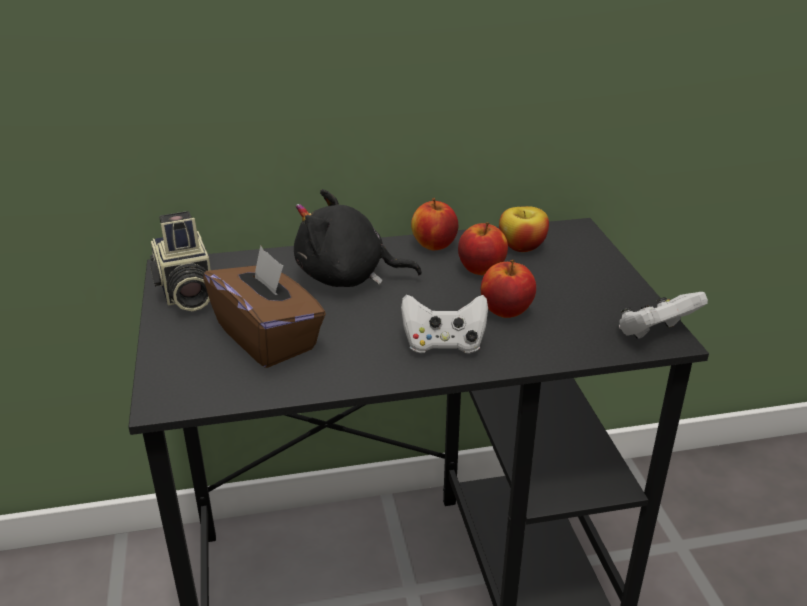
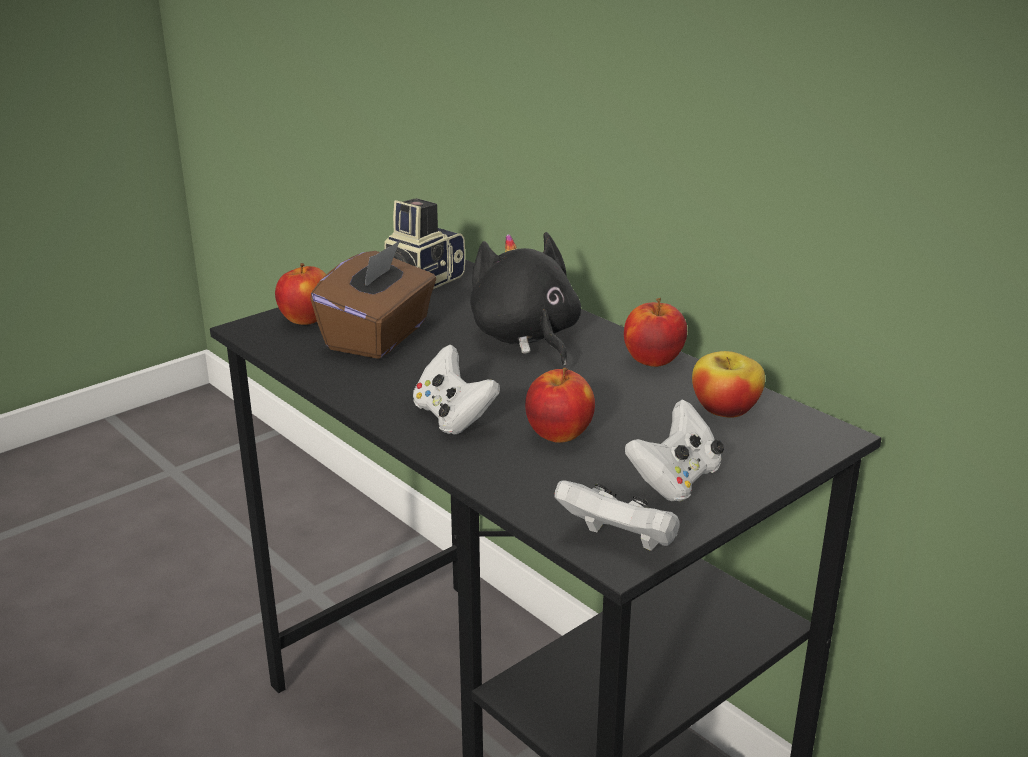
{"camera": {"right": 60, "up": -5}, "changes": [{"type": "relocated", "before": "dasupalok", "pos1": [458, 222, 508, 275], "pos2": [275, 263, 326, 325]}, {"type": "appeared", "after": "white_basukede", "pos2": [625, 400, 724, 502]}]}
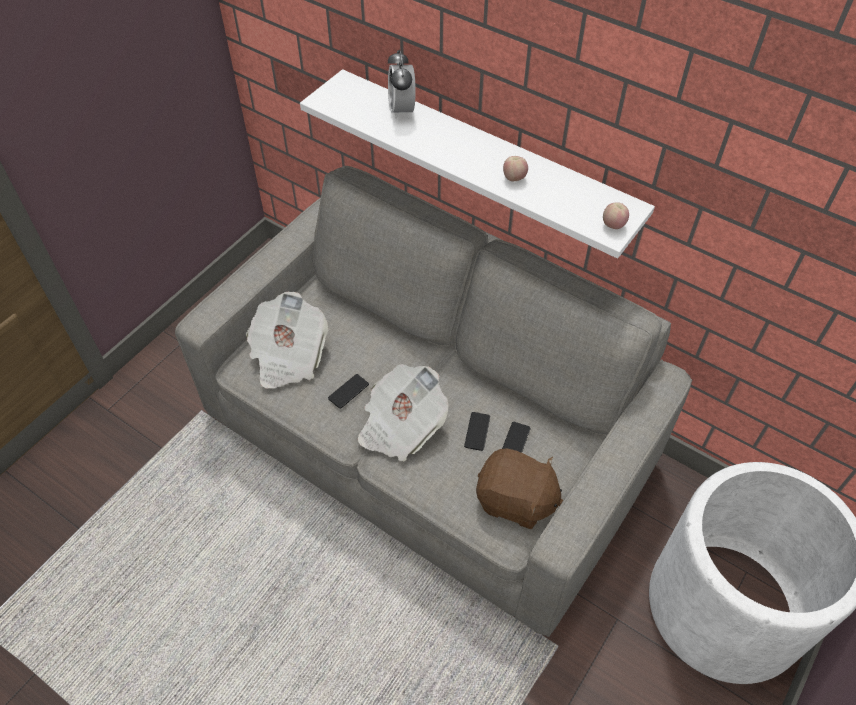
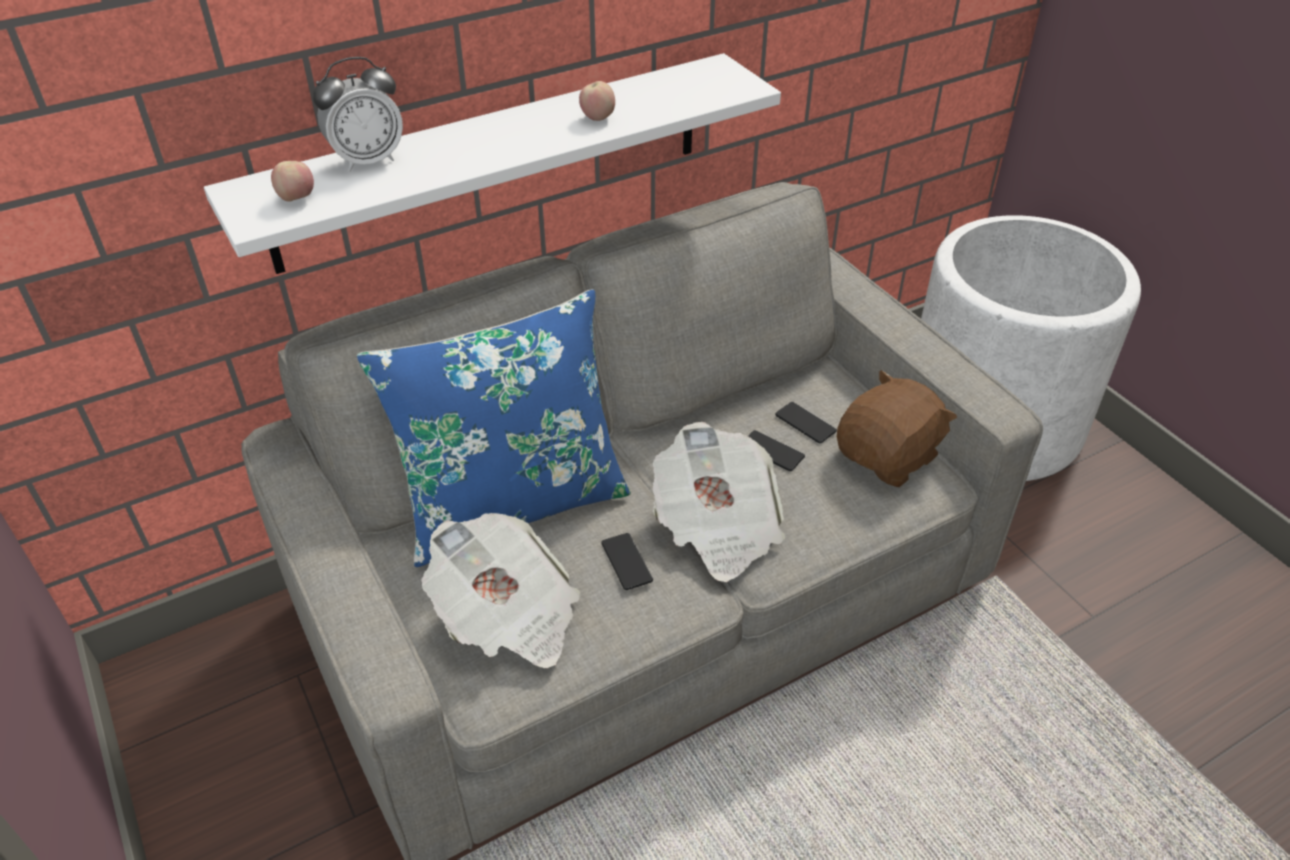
{"camera": {"right": -65, "up": -10}, "changes": [{"type": "spun", "before": "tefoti", "pos1": [388, 50, 416, 119], "pos2": [313, 57, 403, 172], "turn": -45}, {"type": "relocated", "before": "dasupalok", "pos1": [603, 202, 629, 229], "pos2": [271, 161, 314, 202]}, {"type": "appeared", "after": "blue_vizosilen", "pos2": [357, 289, 631, 567]}]}
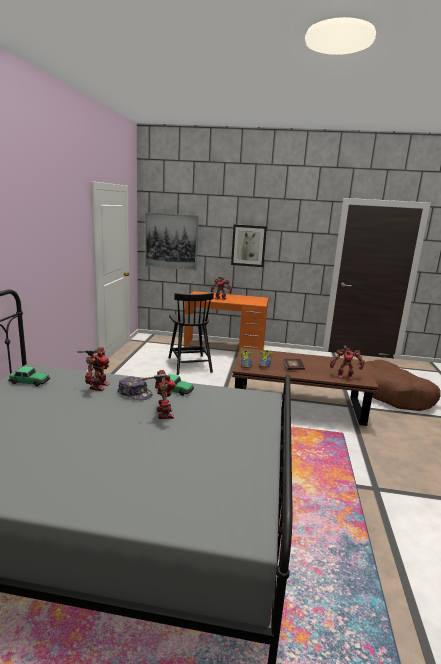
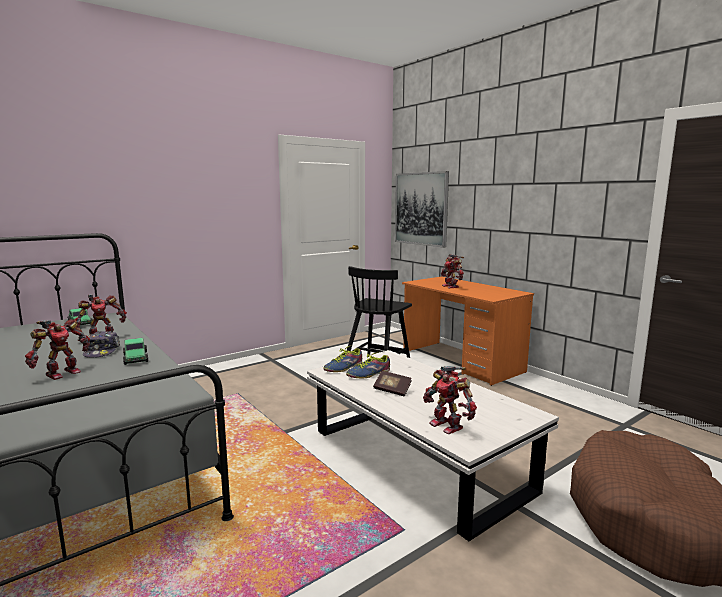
{"camera": {"right": 45, "up": -5}, "changes": [{"type": "missing", "before": "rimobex", "pos1": [231, 224, 267, 267]}, {"type": "colour", "before": "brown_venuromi", "after": "white_venuromi", "pos1": [232, 348, 379, 426], "pos2": [307, 350, 559, 541]}]}
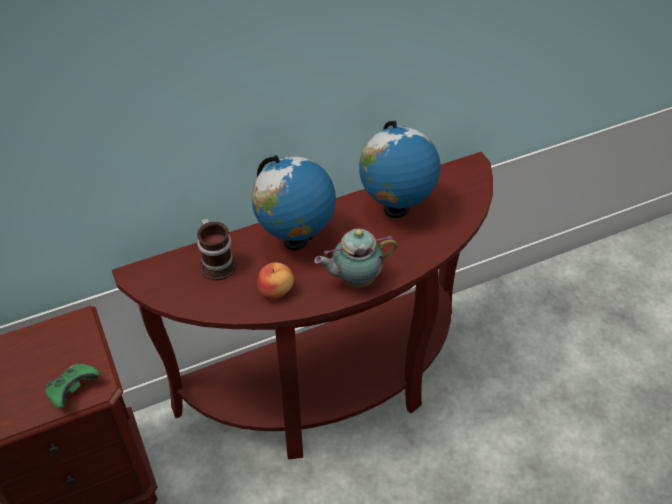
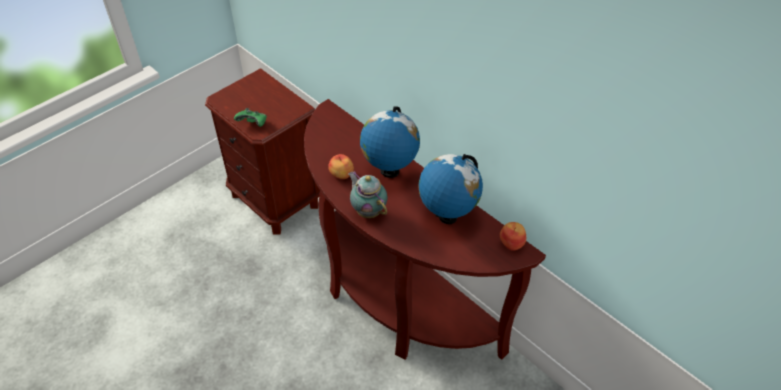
{"camera": {"right": 70, "up": 0}, "changes": [{"type": "missing", "before": "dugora", "pos1": [197, 218, 237, 280]}, {"type": "appeared", "after": "dasupalok", "pos2": [500, 222, 526, 251]}]}
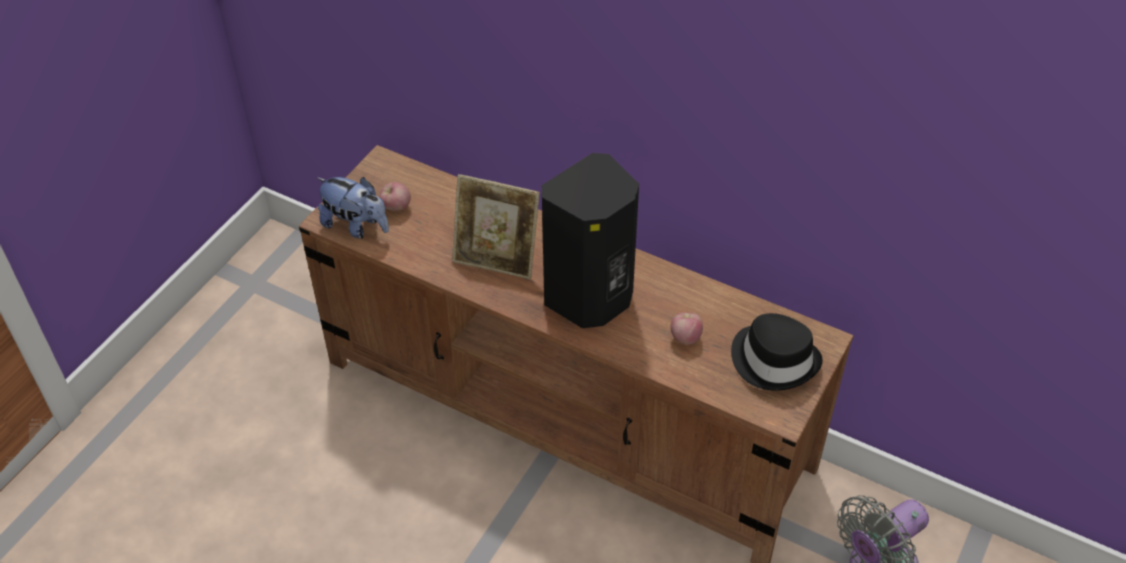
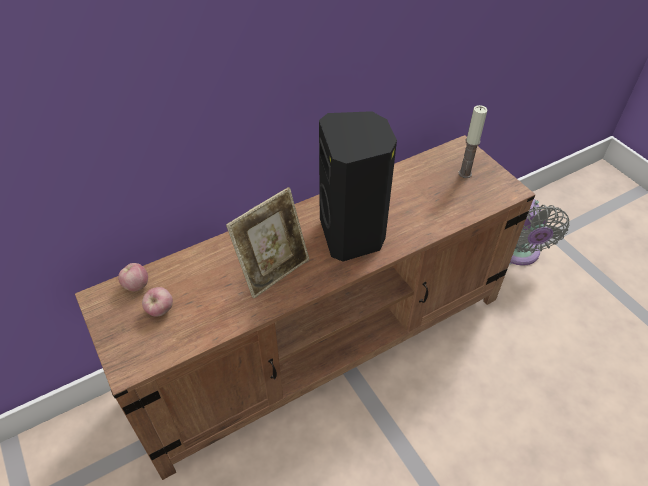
{"camera": {"right": -60, "up": 0}, "changes": [{"type": "missing", "before": "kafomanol", "pos1": [316, 177, 389, 239]}, {"type": "relocated", "before": "dasupalok", "pos1": [670, 313, 703, 345], "pos2": [118, 263, 148, 292]}, {"type": "exchanged", "before": "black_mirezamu", "after": "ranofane", "pos1": [731, 313, 823, 391], "pos2": [458, 105, 488, 178]}]}
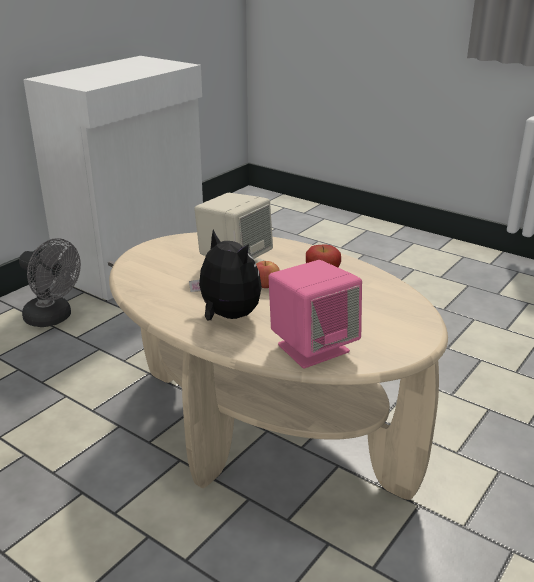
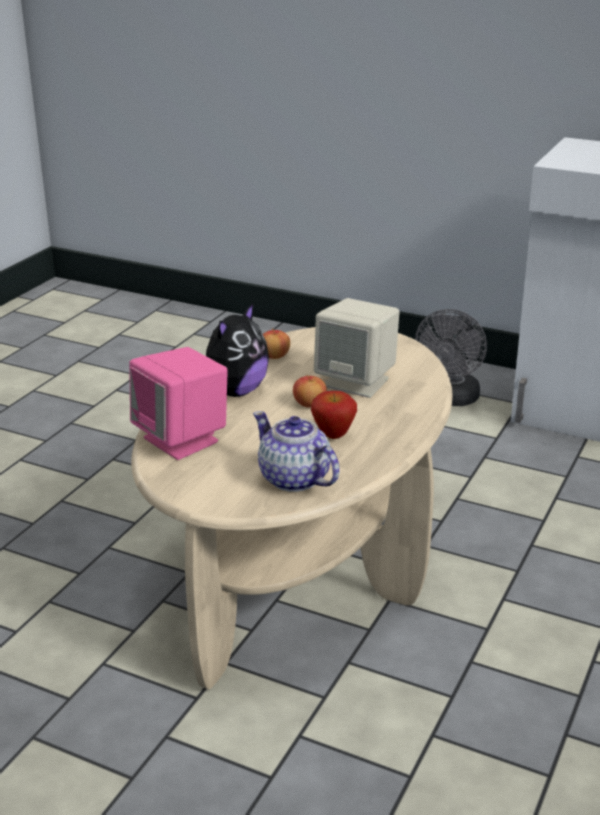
{"camera": {"right": 80, "up": 0}, "changes": [{"type": "appeared", "after": "dasupalok", "pos2": [263, 328, 290, 359]}, {"type": "appeared", "after": "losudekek", "pos2": [253, 411, 340, 492]}]}
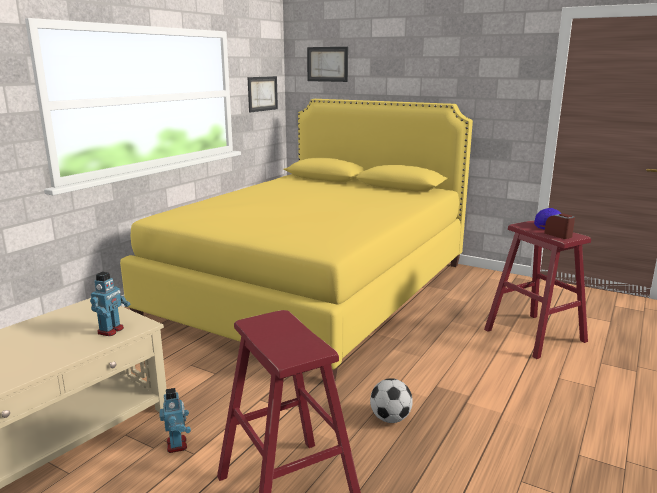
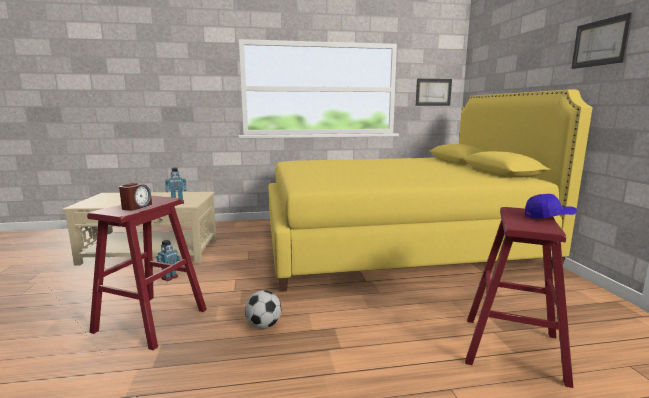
{"camera": {"right": 50, "up": -5}, "changes": [{"type": "relocated", "before": "rimobex", "pos1": [307, 47, 348, 82], "pos2": [571, 12, 633, 69]}, {"type": "relocated", "before": "tefoti", "pos1": [544, 214, 575, 239], "pos2": [119, 183, 152, 211]}]}
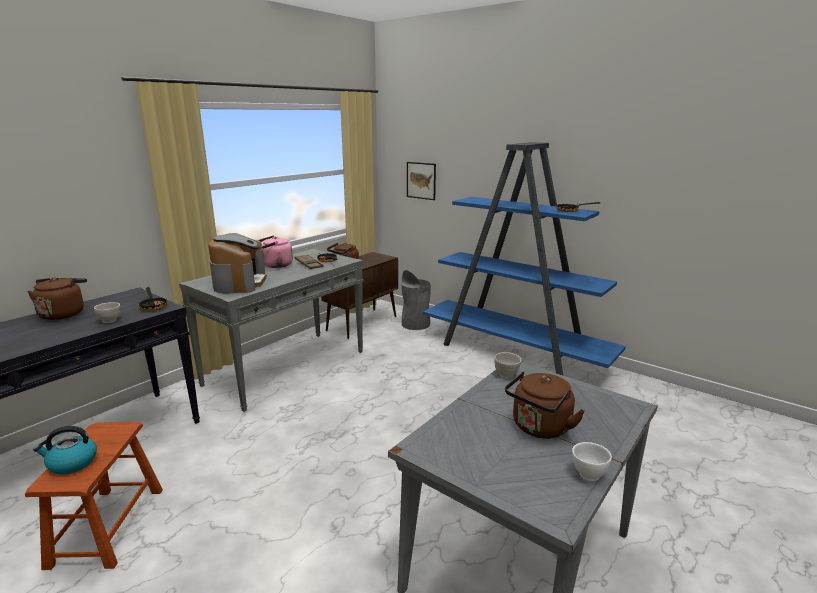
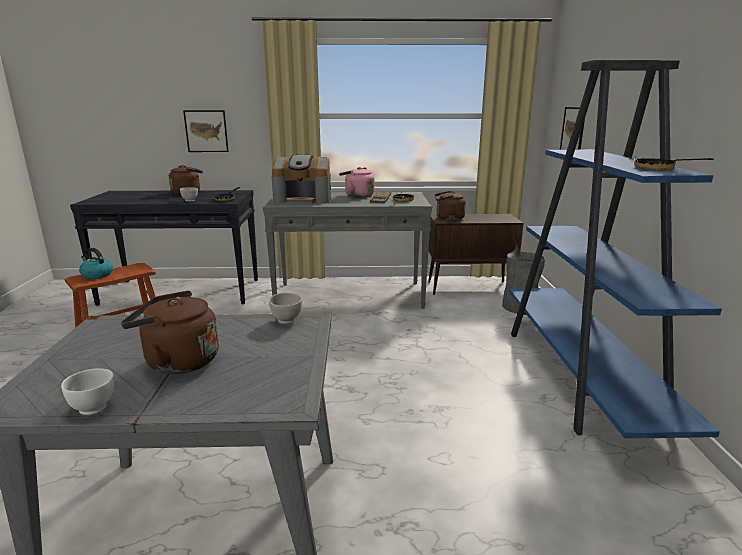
{"camera": {"right": 50, "up": 0}, "changes": [{"type": "spun", "before": "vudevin", "pos1": [208, 233, 267, 293], "pos2": [272, 155, 331, 204], "turn": 45}, {"type": "appeared", "after": "rimobex", "pos2": [183, 110, 229, 152]}]}
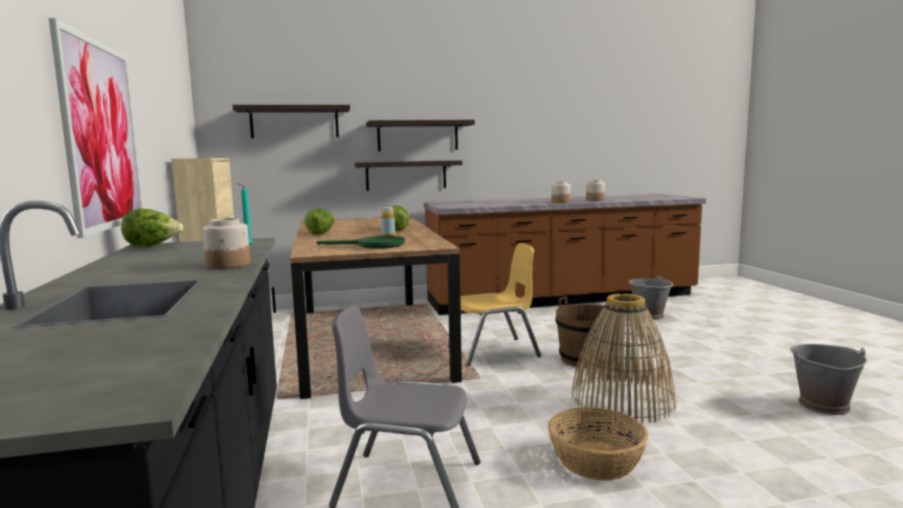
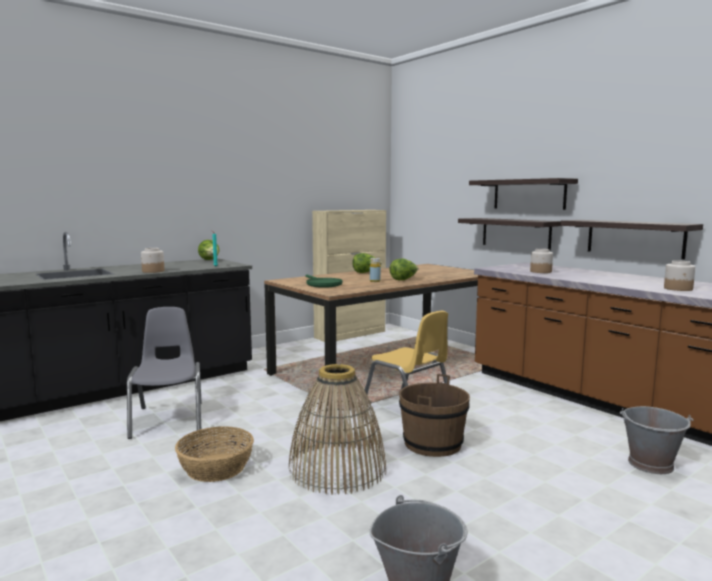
{"camera": {"right": 65, "up": 0}, "changes": [{"type": "missing", "before": "rimobex", "pos1": [49, 18, 143, 238]}, {"type": "relocated", "before": "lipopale", "pos1": [233, 105, 350, 138], "pos2": [561, 220, 703, 259]}, {"type": "relocated", "before": "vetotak", "pos1": [551, 181, 571, 203], "pos2": [530, 249, 553, 273]}]}
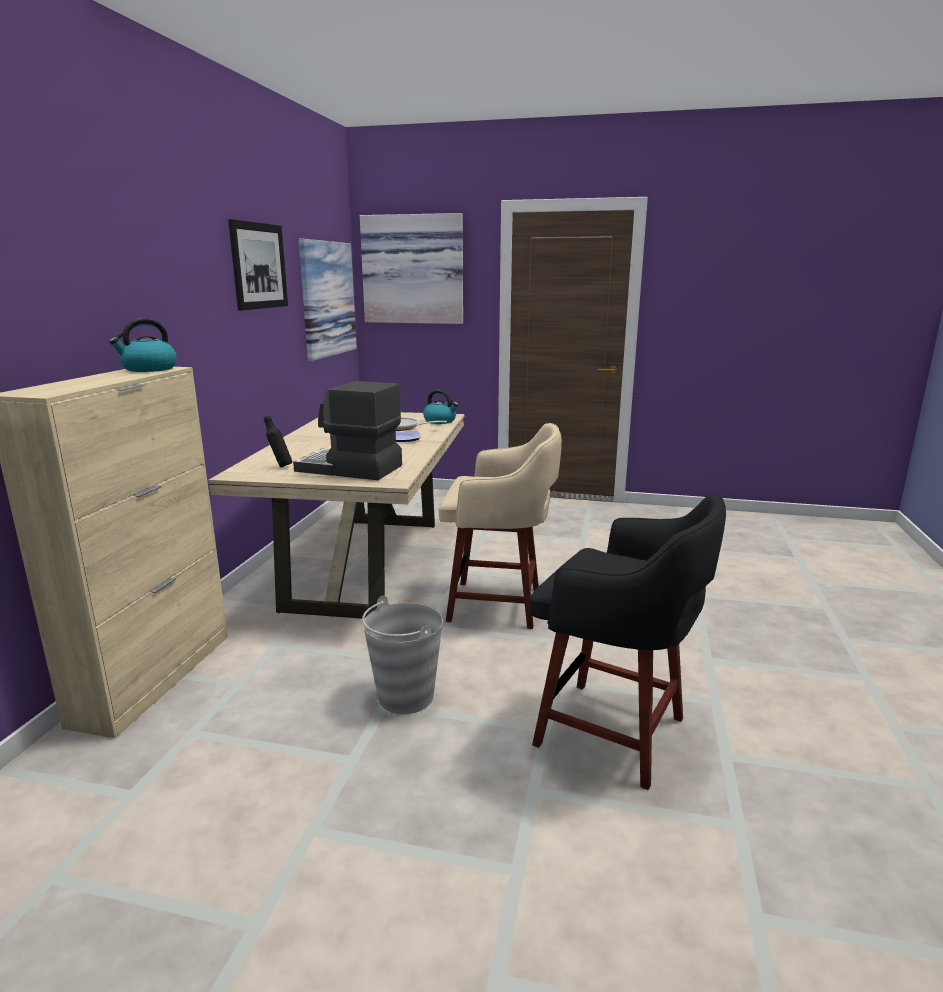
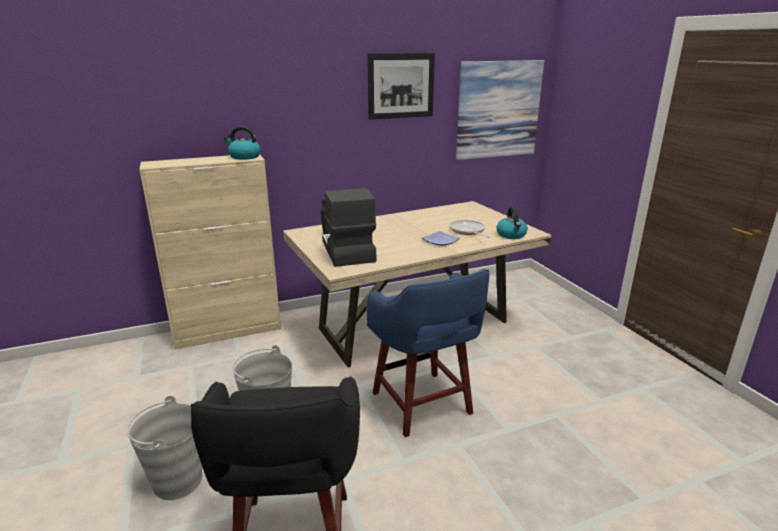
{"camera": {"right": 55, "up": 5}, "changes": [{"type": "missing", "before": "rimobex", "pos1": [360, 213, 463, 324]}, {"type": "colour", "before": "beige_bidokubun", "after": "blue_bidokubun", "pos1": [439, 423, 562, 629], "pos2": [367, 269, 490, 437]}, {"type": "appeared", "after": "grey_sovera", "pos2": [127, 396, 202, 500]}]}
